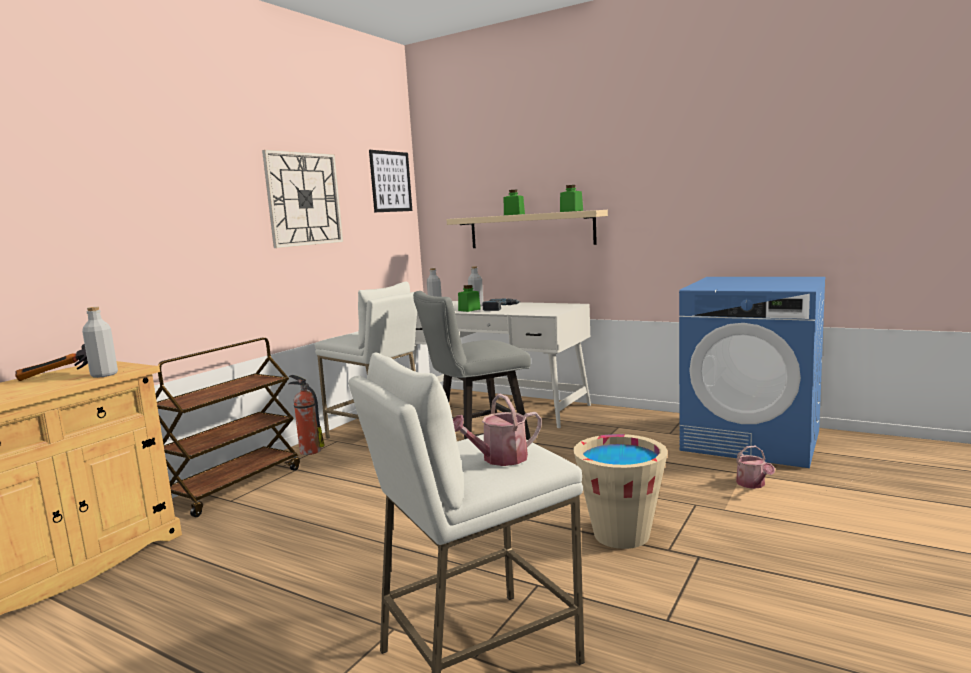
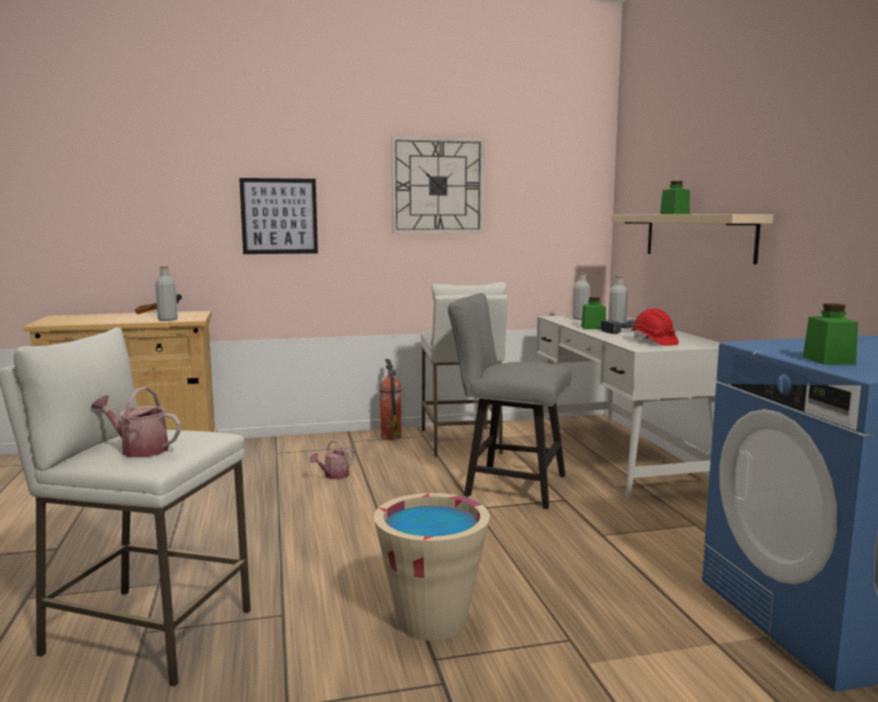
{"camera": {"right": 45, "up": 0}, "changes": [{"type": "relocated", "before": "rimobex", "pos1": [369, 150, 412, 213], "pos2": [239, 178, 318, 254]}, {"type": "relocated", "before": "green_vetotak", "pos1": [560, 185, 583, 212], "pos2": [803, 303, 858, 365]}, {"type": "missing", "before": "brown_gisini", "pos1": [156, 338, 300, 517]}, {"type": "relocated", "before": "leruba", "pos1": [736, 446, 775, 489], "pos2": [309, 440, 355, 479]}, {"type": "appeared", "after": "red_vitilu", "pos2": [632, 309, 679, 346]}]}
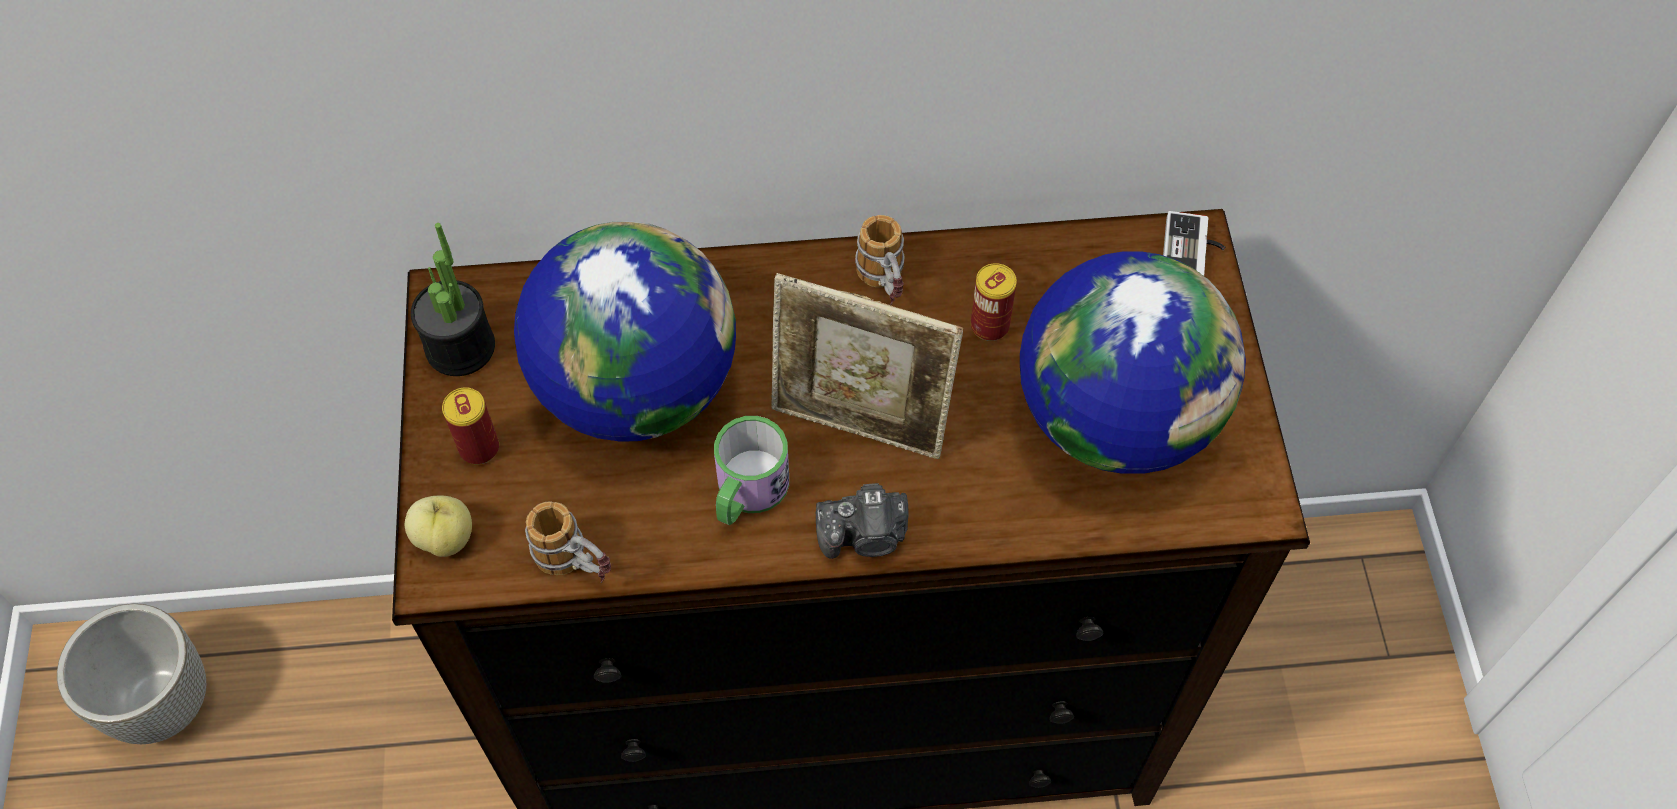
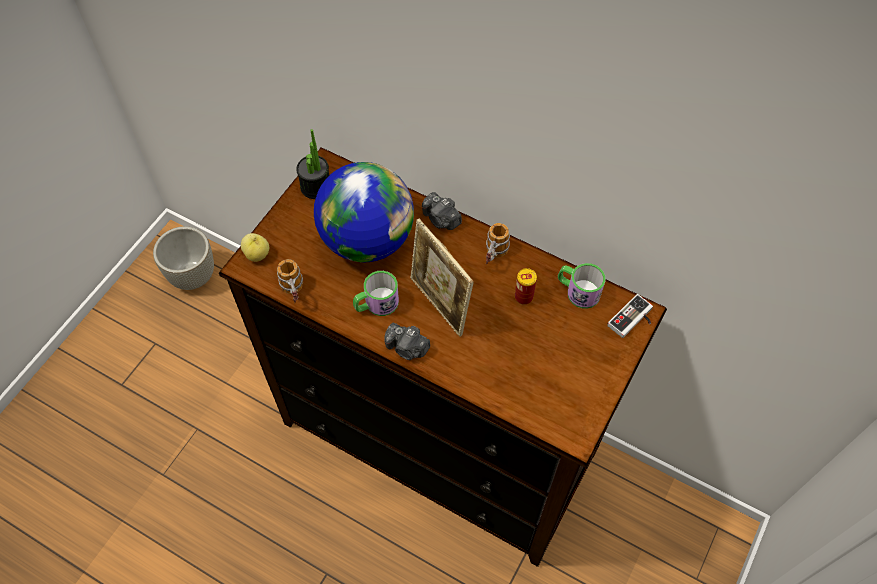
{"camera": {"right": 35, "up": 0}, "changes": [{"type": "missing", "before": "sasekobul", "pos1": [1020, 251, 1246, 474]}, {"type": "missing", "before": "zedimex", "pos1": [442, 387, 499, 465]}, {"type": "appeared", "after": "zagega", "pos2": [422, 192, 462, 230]}, {"type": "appeared", "after": "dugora", "pos2": [558, 263, 606, 309]}]}
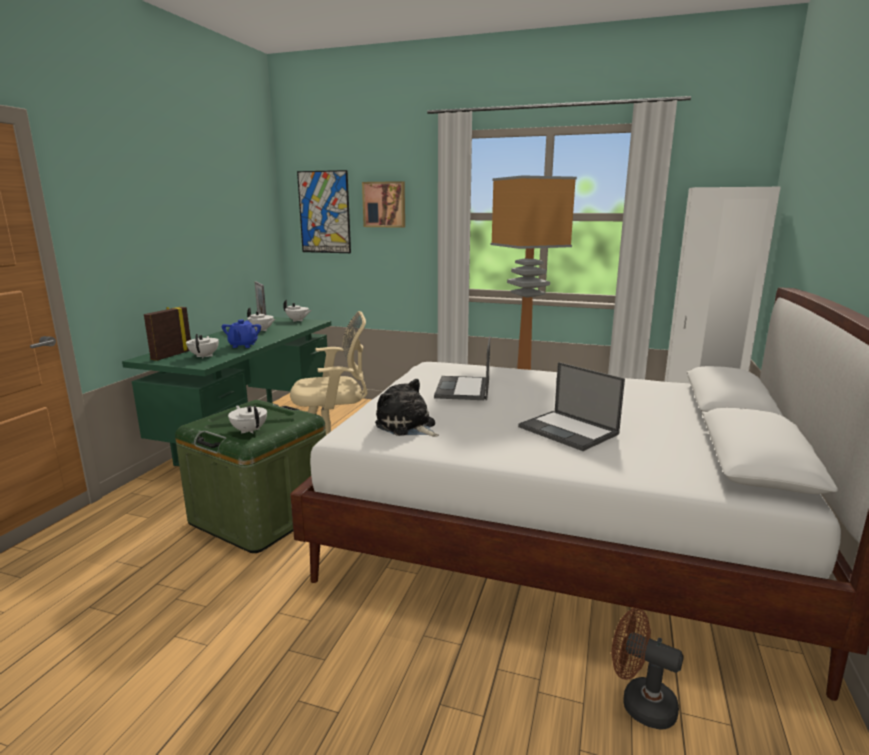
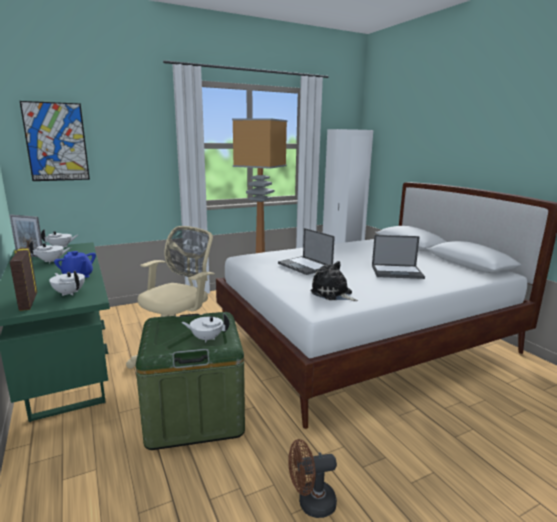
{"camera": {"right": -45, "up": 0}, "changes": [{"type": "missing", "before": "rimobex", "pos1": [362, 181, 405, 228]}, {"type": "spun", "before": "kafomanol", "pos1": [375, 379, 439, 437], "pos2": [310, 261, 358, 301], "turn": 45}, {"type": "relocated", "before": "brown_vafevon", "pos1": [612, 608, 683, 730], "pos2": [288, 439, 337, 518]}]}
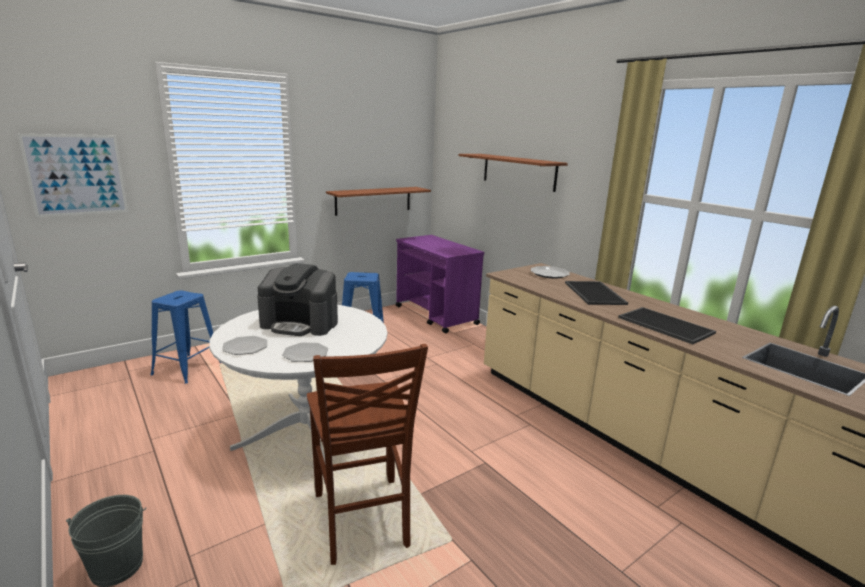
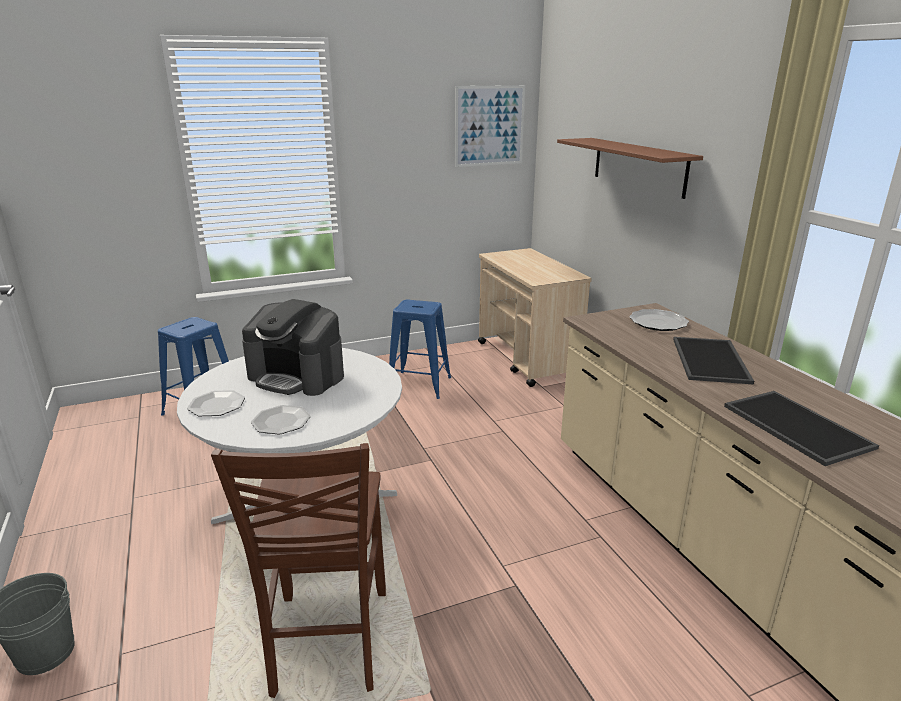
{"camera": {"right": 15, "up": 5}, "changes": [{"type": "relocated", "before": "rimobex", "pos1": [18, 134, 128, 217], "pos2": [455, 85, 525, 167]}, {"type": "missing", "before": "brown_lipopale", "pos1": [326, 187, 431, 216]}, {"type": "colour", "before": "purple_gisini", "after": "beige_gisini", "pos1": [396, 235, 484, 334], "pos2": [478, 248, 592, 387]}]}
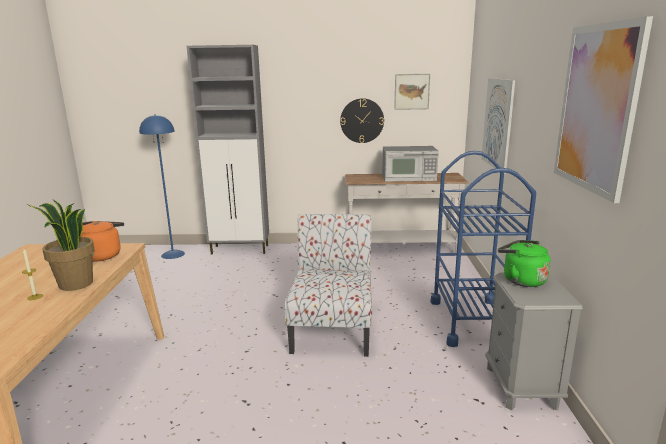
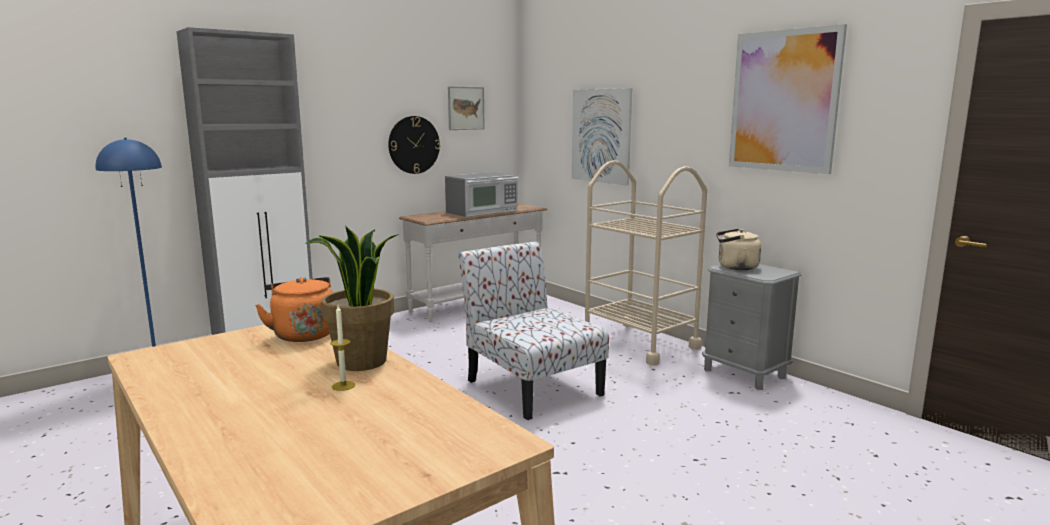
{"camera": {"right": -40, "up": -5}, "changes": [{"type": "colour", "before": "blue_gisini", "after": "beige_gisini", "pos1": [431, 151, 536, 347], "pos2": [585, 160, 707, 366]}, {"type": "colour", "before": "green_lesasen", "after": "beige_lesasen", "pos1": [498, 240, 551, 287], "pos2": [716, 229, 761, 270]}]}
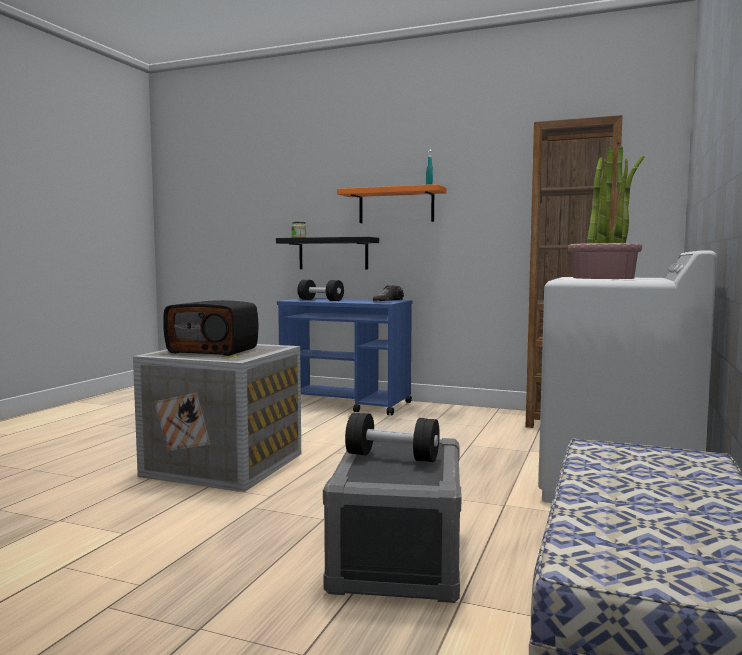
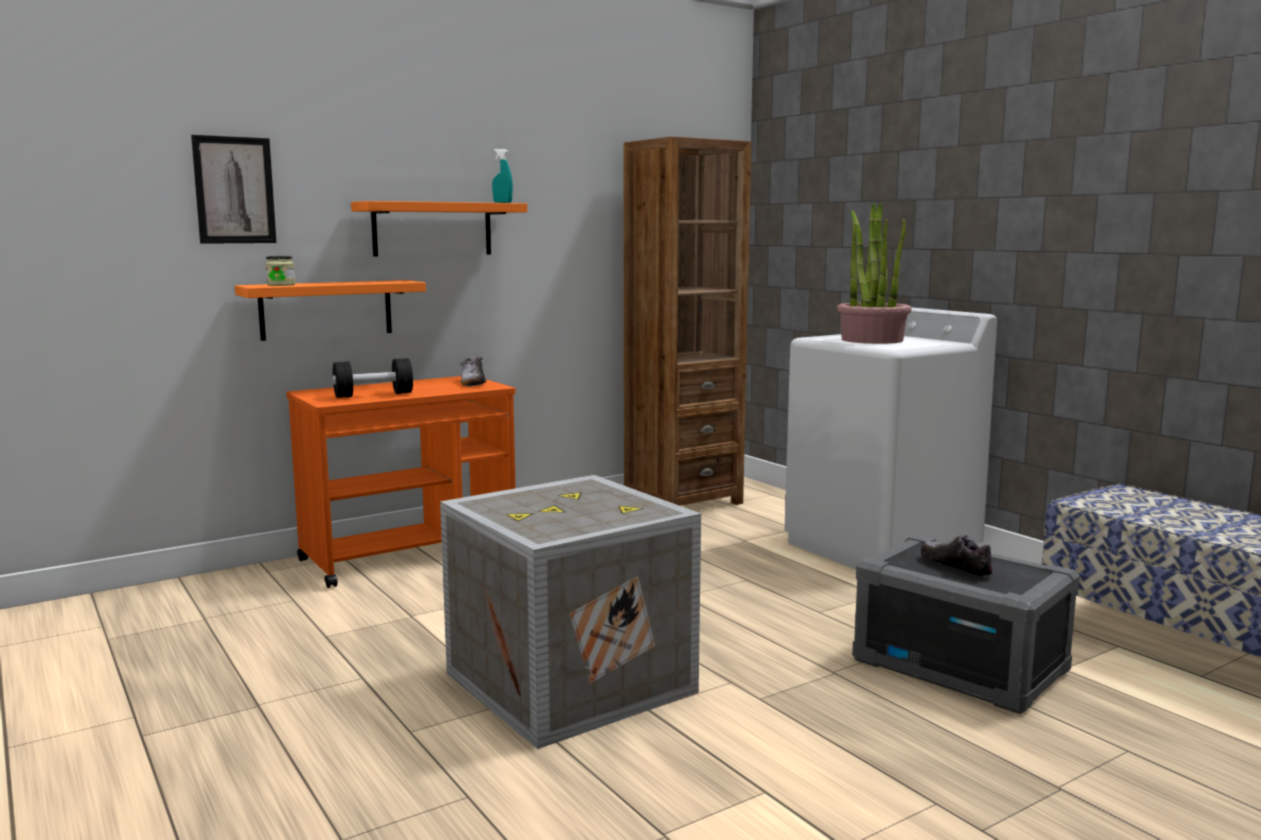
{"camera": {"right": -55, "up": 5}, "changes": [{"type": "colour", "before": "black_lipopale", "after": "orange_lipopale", "pos1": [276, 237, 379, 270], "pos2": [235, 280, 426, 341]}, {"type": "colour", "before": "blue_gisini", "after": "orange_gisini", "pos1": [277, 298, 413, 416], "pos2": [286, 376, 516, 588]}, {"type": "missing", "before": "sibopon", "pos1": [163, 300, 258, 356]}, {"type": "exchanged", "before": "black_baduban", "after": "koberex", "pos1": [345, 413, 440, 462], "pos2": [921, 534, 992, 577]}, {"type": "appeared", "after": "rimobex", "pos2": [191, 135, 277, 244]}]}
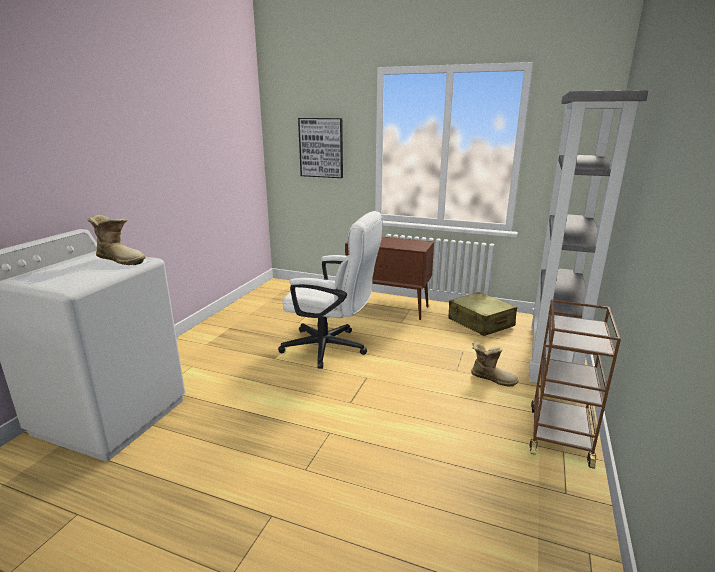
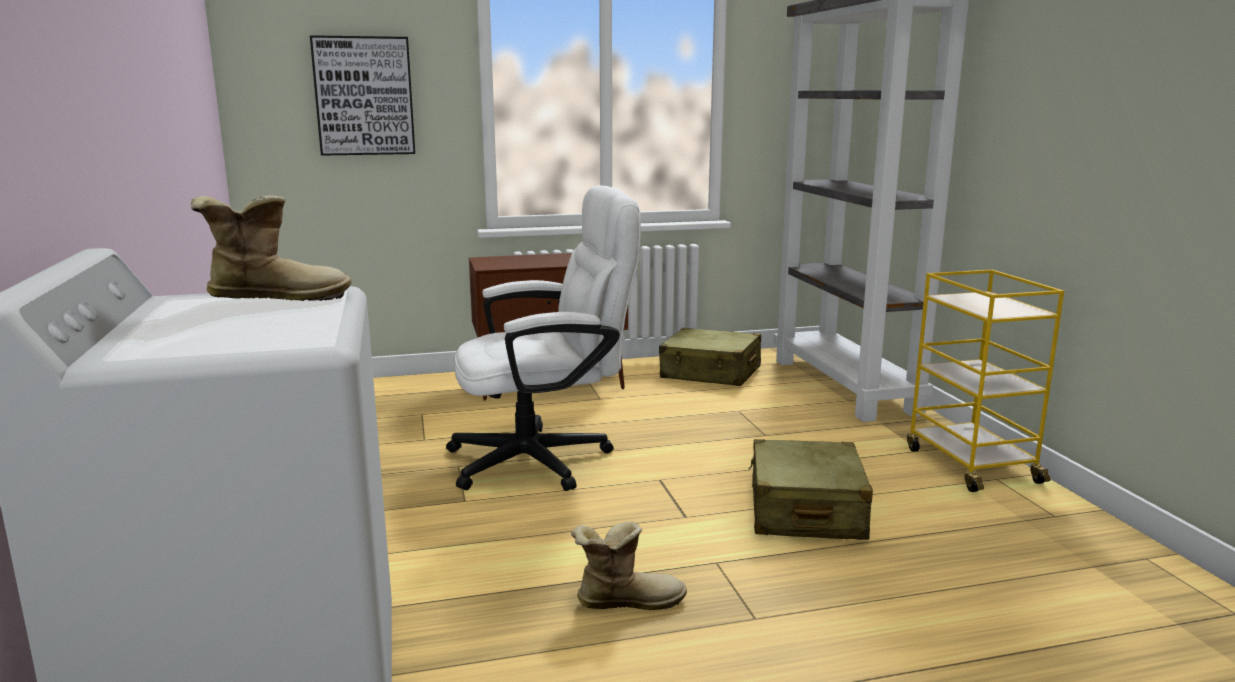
{"camera": {"right": -35, "up": -5}, "changes": [{"type": "colour", "before": "brown_gisini", "after": "yellow_gisini", "pos1": [530, 299, 621, 469], "pos2": [907, 270, 1064, 492]}, {"type": "relocated", "before": "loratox", "pos1": [471, 342, 518, 387], "pos2": [571, 521, 687, 610]}, {"type": "appeared", "after": "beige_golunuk", "pos2": [749, 439, 873, 540]}]}
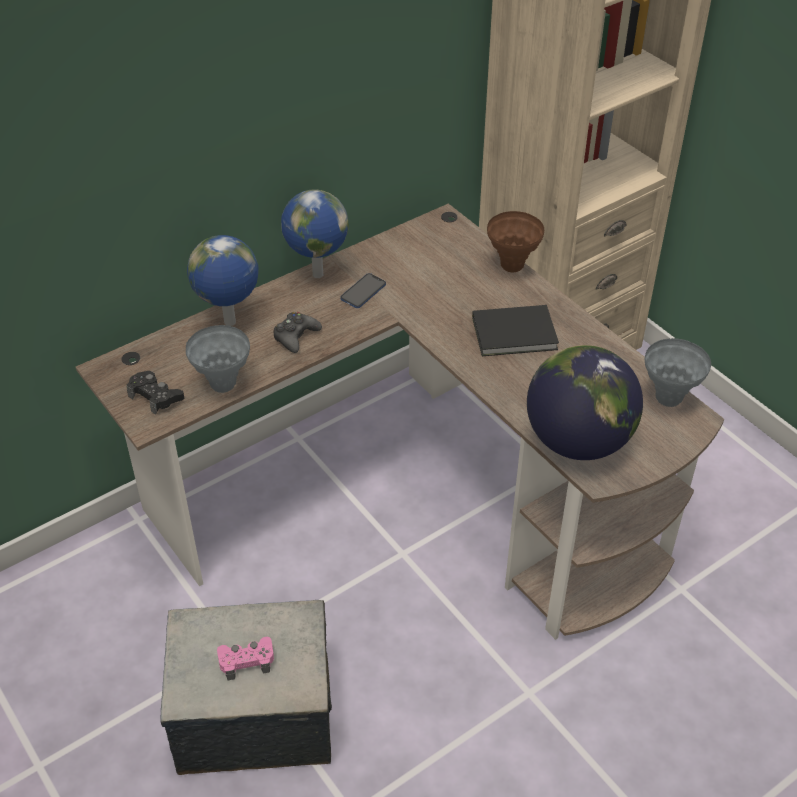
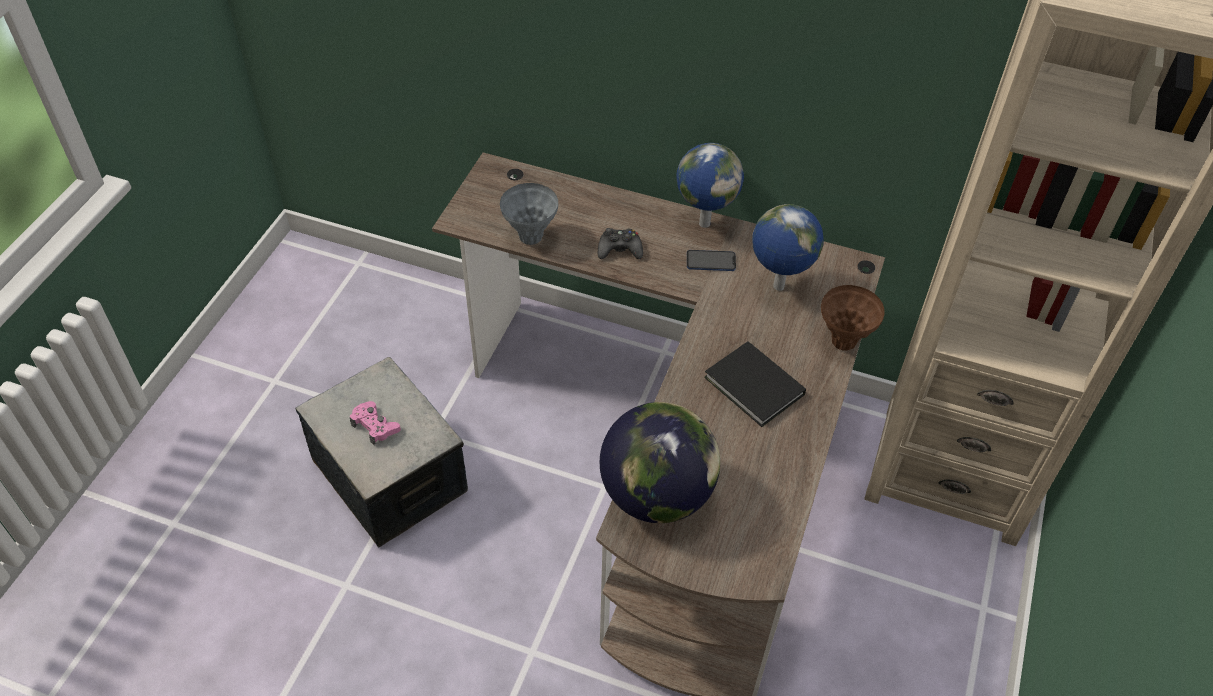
{"camera": {"right": 55, "up": 5}, "changes": [{"type": "relocated", "before": "sasekobul", "pos1": [187, 235, 259, 326], "pos2": [752, 204, 824, 291]}, {"type": "missing", "before": "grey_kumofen", "pos1": [645, 338, 711, 407]}, {"type": "missing", "before": "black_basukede", "pos1": [126, 371, 184, 415]}]}
